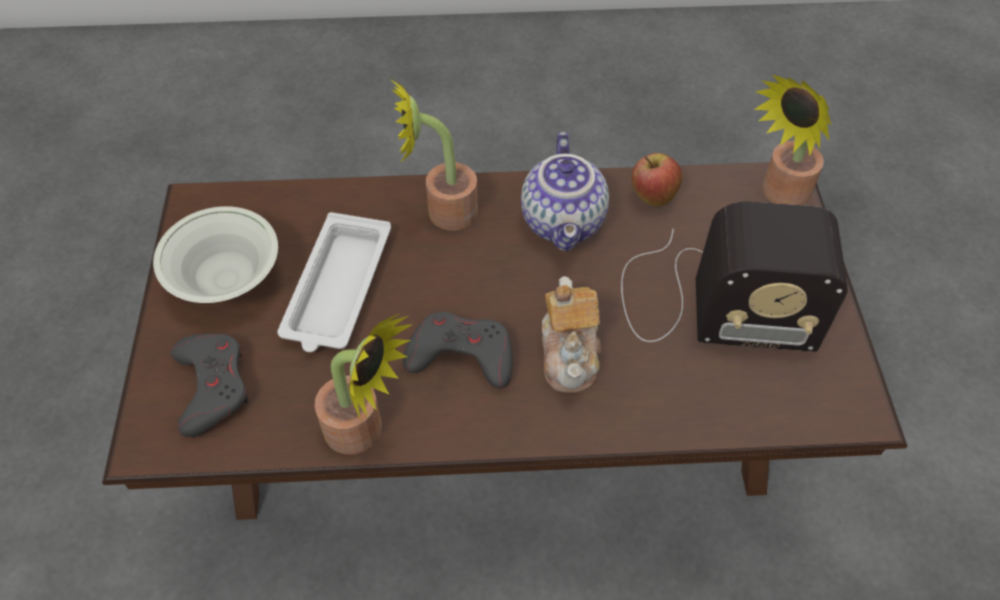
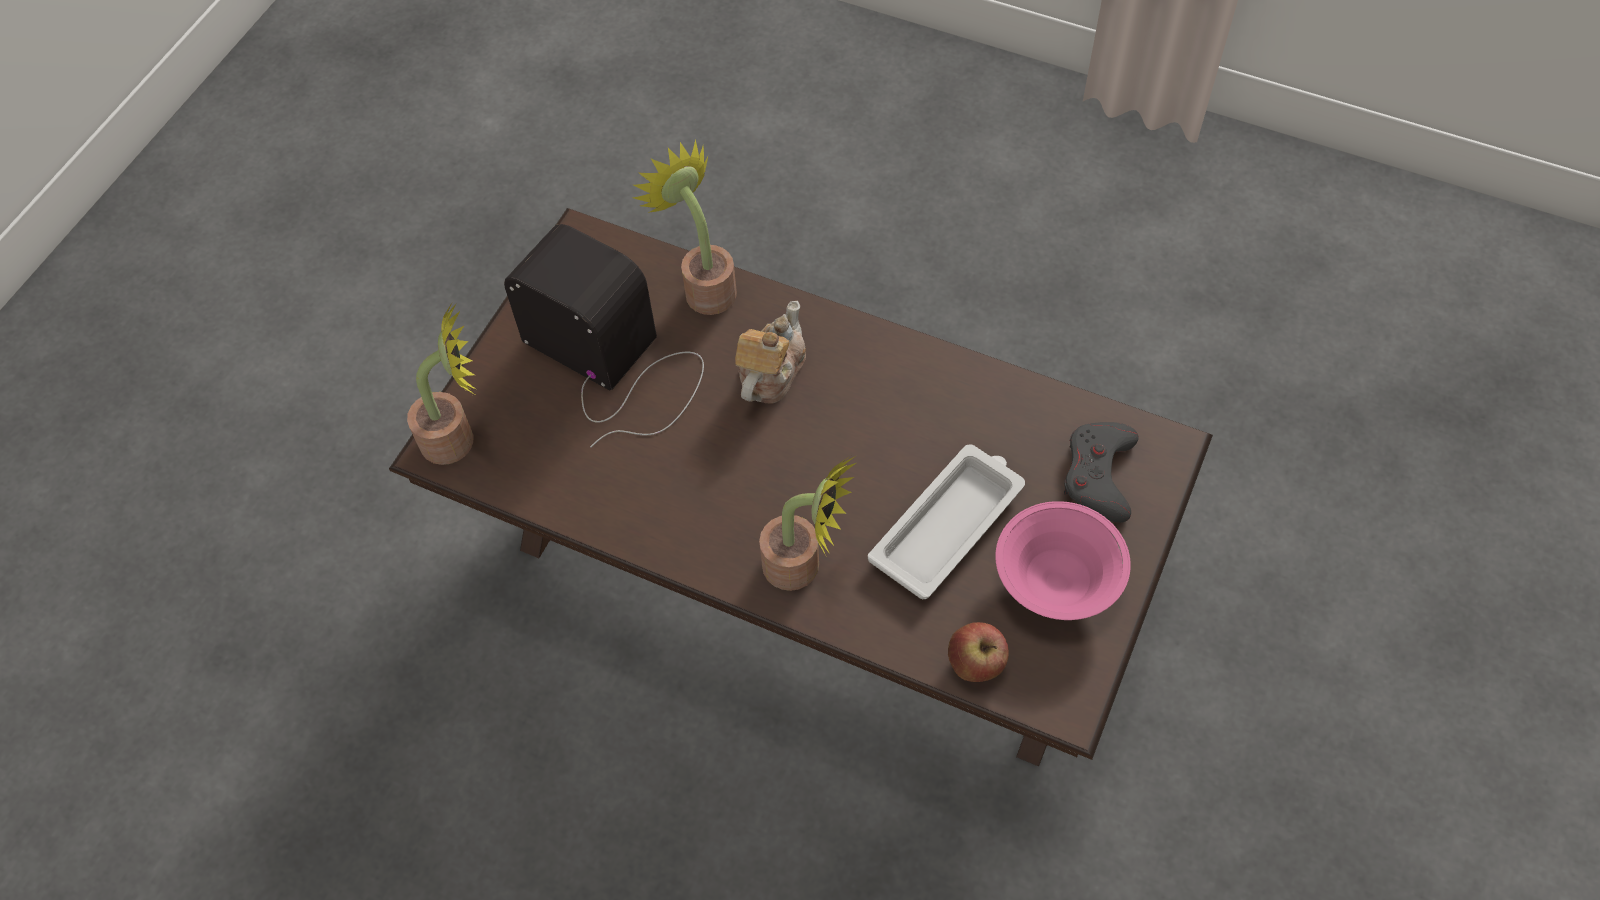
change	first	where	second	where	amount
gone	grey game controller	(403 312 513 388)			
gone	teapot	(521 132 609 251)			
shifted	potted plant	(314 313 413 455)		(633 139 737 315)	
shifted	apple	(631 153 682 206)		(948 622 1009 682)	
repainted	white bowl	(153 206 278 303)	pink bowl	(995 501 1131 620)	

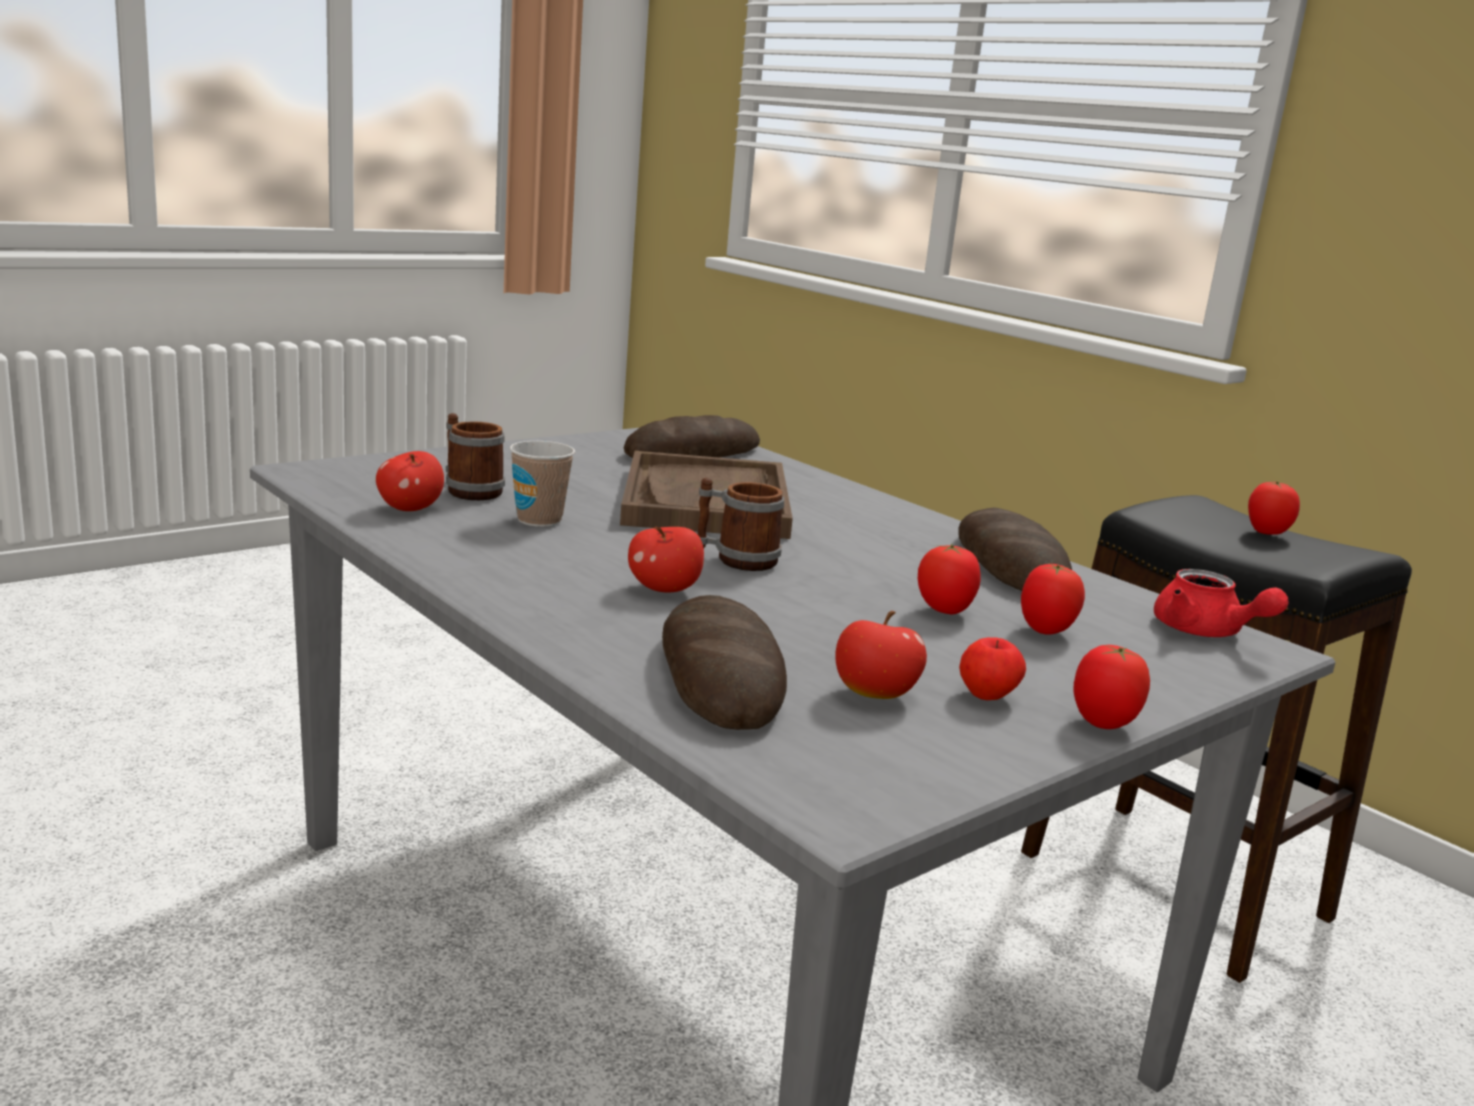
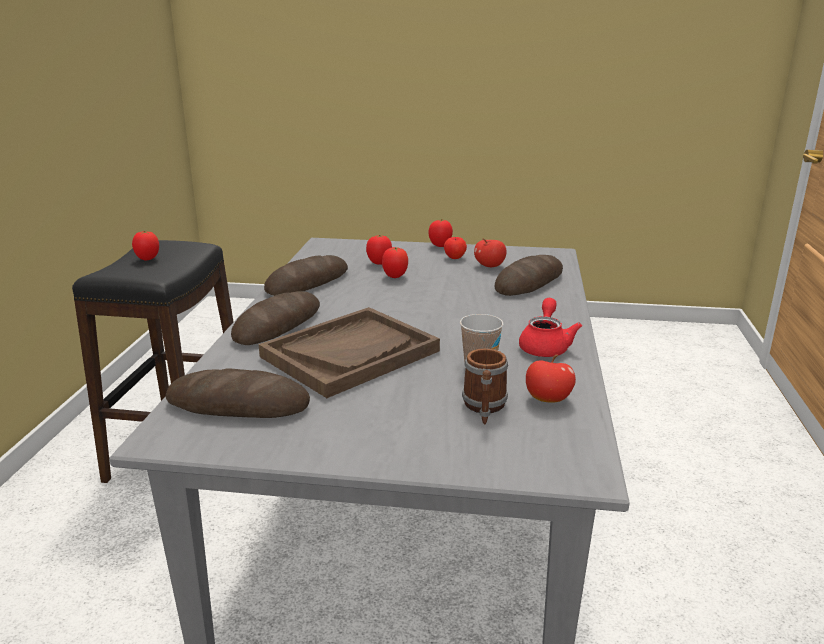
change	first	where	second	where	amount
gone	apple	(628 527 704 592)			
gone	mug	(698 478 784 571)			
new			bread	(231 291 320 345)	
shifted	red teapot	(1154 569 1289 637)		(519 298 582 357)	

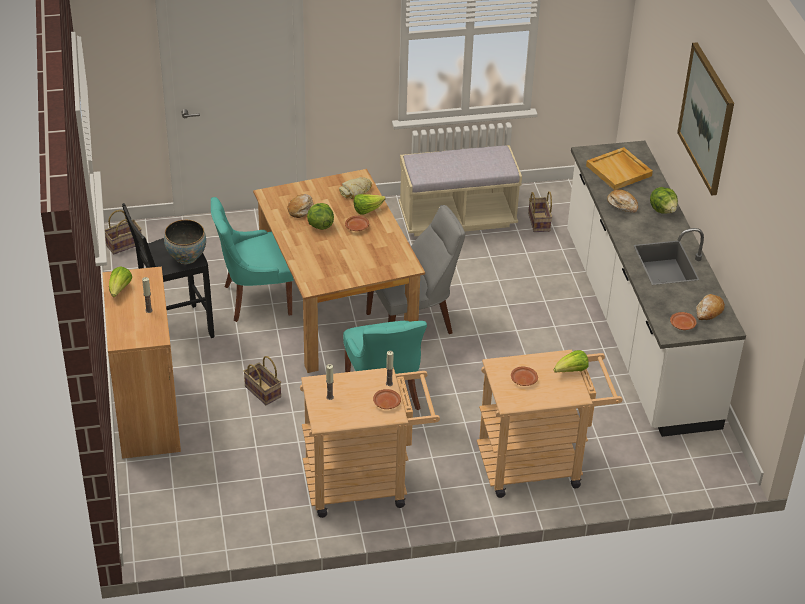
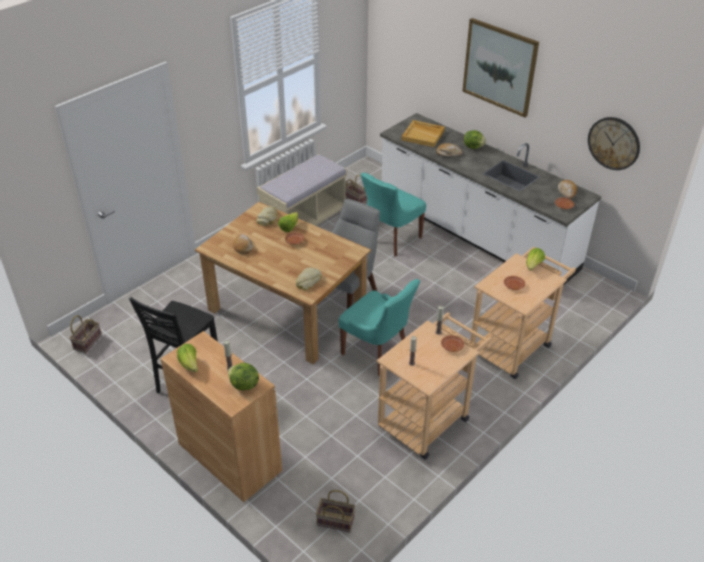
change	first	where	second	where	amount
gone	bowl	(164 220 206 264)			
new			bread	(296 267 322 291)	
new			wall clock	(588 117 640 170)	
shifted	turquoise chair	(211 197 294 322)		(360 173 426 256)	
shifted	basket	(243 356 281 405)		(316 490 355 532)	
shifted	lettuce	(307 203 334 230)		(228 363 259 390)	

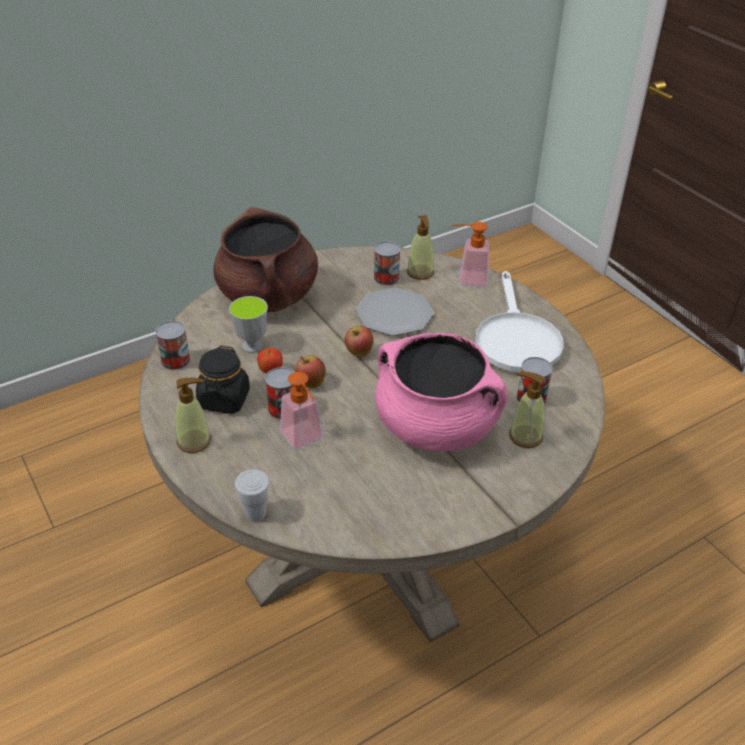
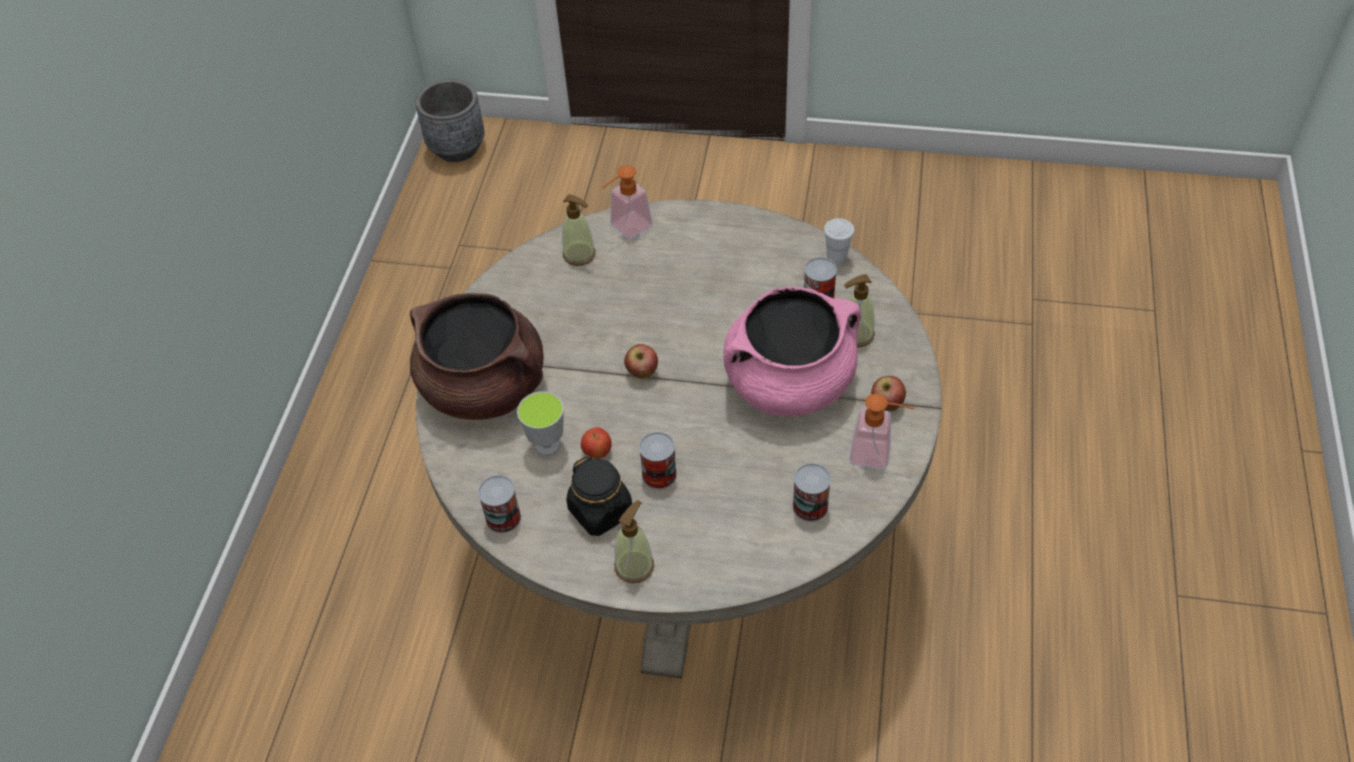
change	first	where	second	where	amount
gone	plate	(355 288 434 336)			
gone	white frying pan	(475 271 563 373)			
new			grey planter	(415 79 484 162)	
shifted	white cup	(235 469 270 521)		(824 218 855 266)	
shifted	soap dispenser	(280 372 323 449)		(849 394 915 469)	
shifted	apple	(295 355 326 388)		(871 376 906 412)	
shifted	can	(374 241 400 286)		(793 463 831 522)	

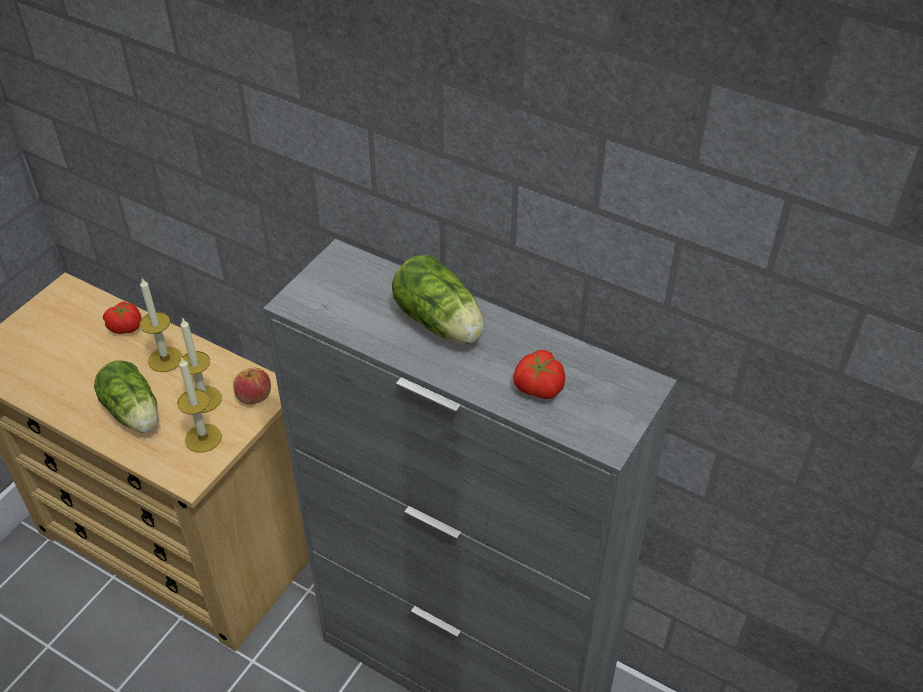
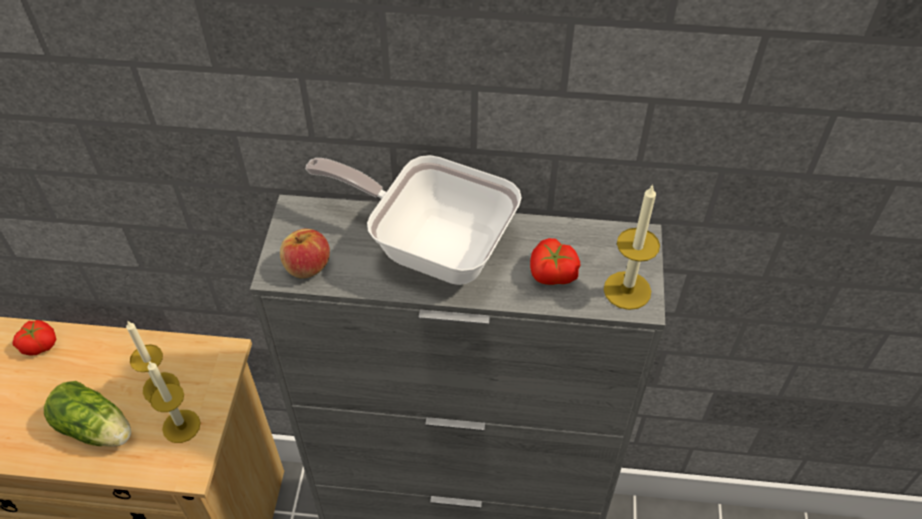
change	first	where	second	where	amount
shifted	candle	(140 278 183 372)		(604 184 660 310)	
shifted	apple	(233 368 271 404)		(280 229 330 279)	
swapped	lettuce	(392 255 484 343)	frying pan	(305 155 522 285)	

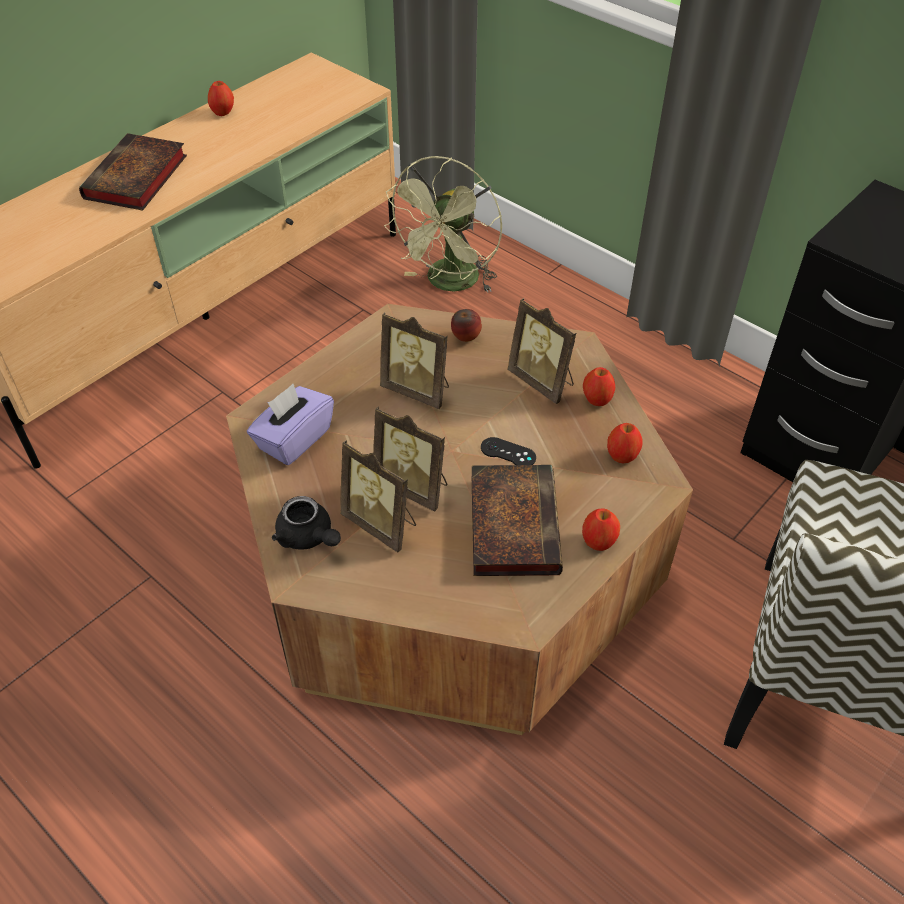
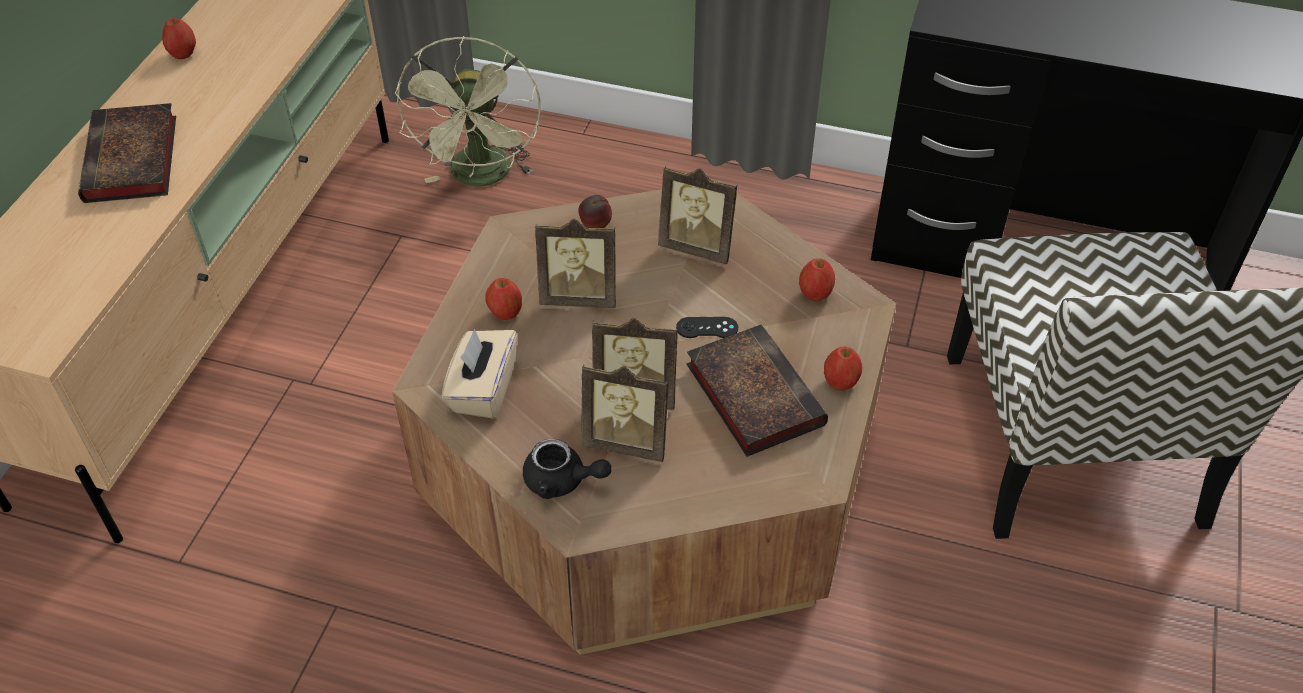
change	first	where	second	where	amount
shifted	apple	(583 367 615 406)		(485 278 522 320)	
repainted	purple tissue box	(247 384 334 465)	beige tissue box	(442 329 517 419)	

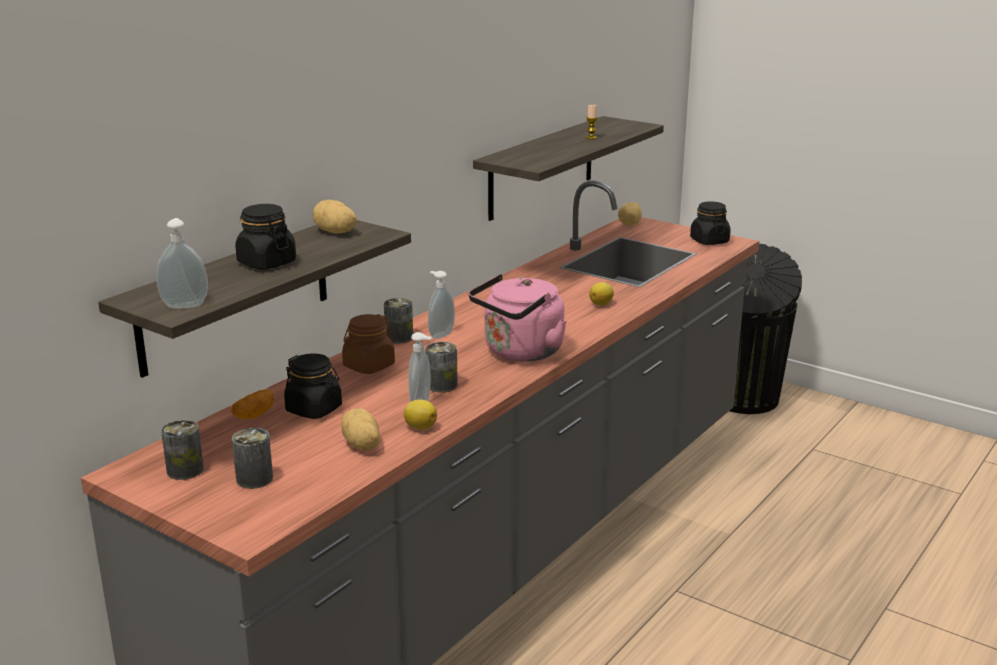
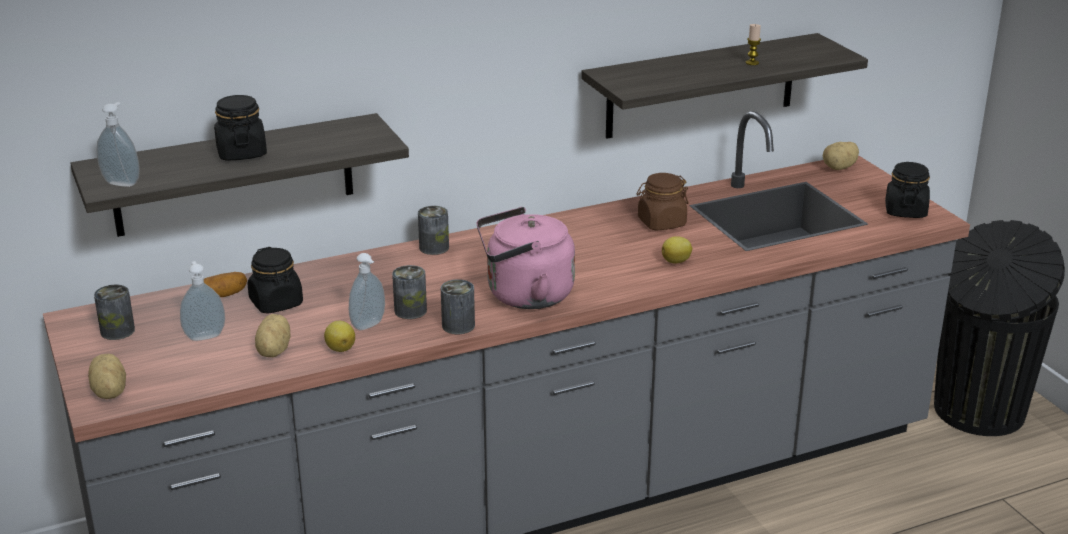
change	first	where	second	where	amount
shifted	can	(232 428 273 489)		(441 279 475 334)	
shifted	potato	(313 200 357 234)		(88 354 126 399)	
shifted	brown jar	(342 314 395 374)		(637 173 689 231)	
shifted	soap dispenser	(428 271 455 339)		(180 261 225 341)	

